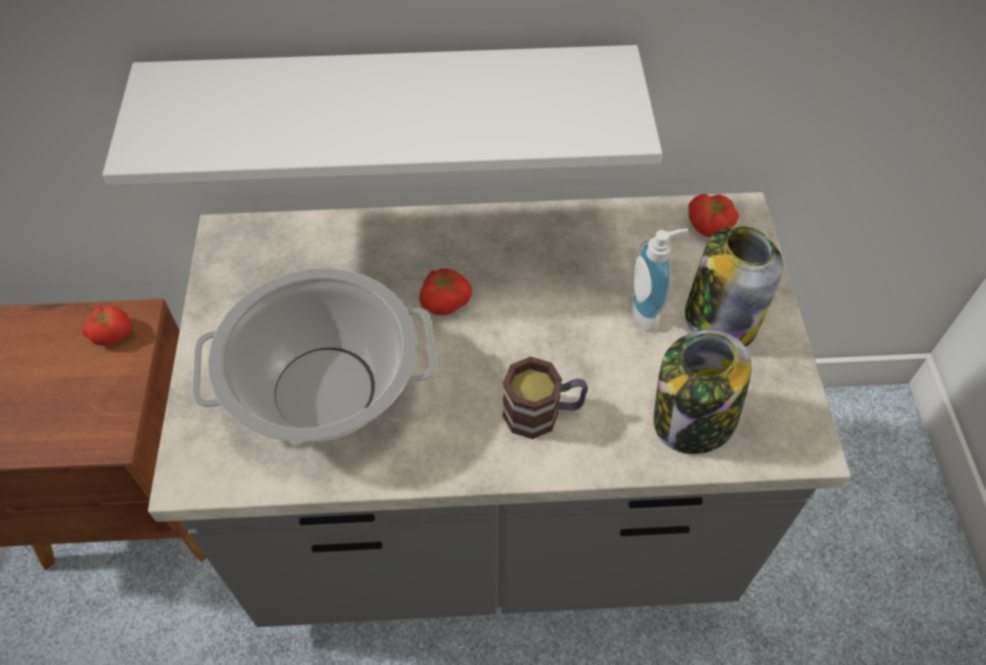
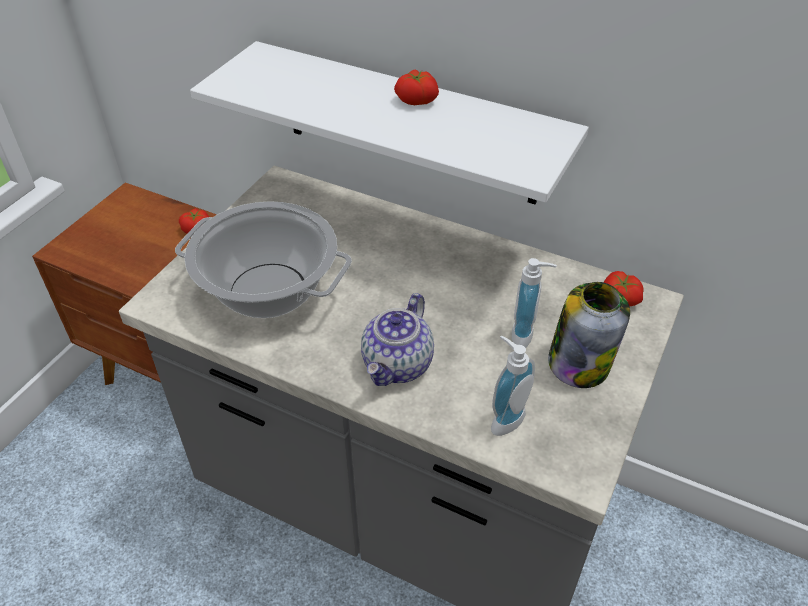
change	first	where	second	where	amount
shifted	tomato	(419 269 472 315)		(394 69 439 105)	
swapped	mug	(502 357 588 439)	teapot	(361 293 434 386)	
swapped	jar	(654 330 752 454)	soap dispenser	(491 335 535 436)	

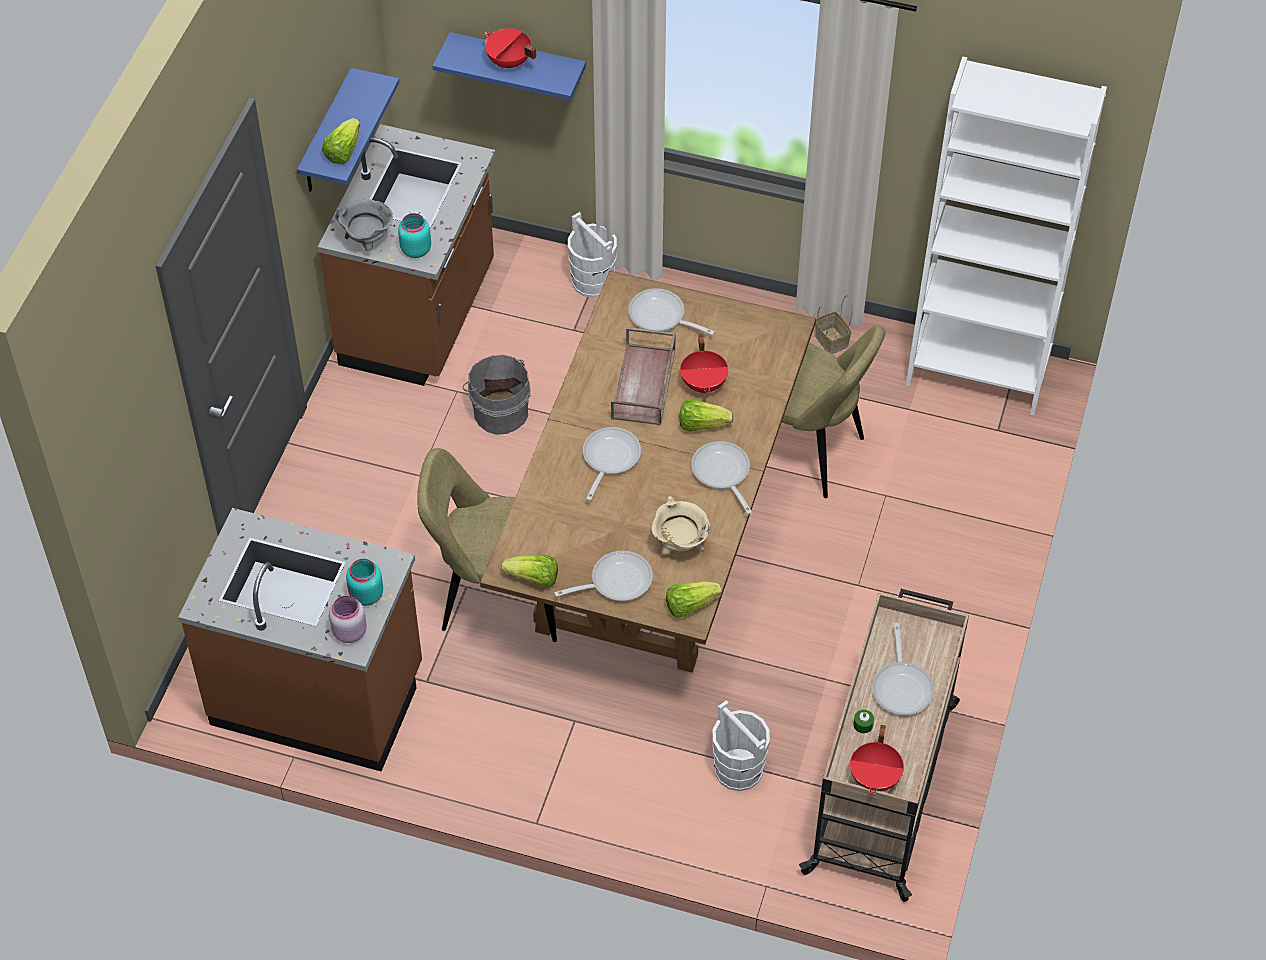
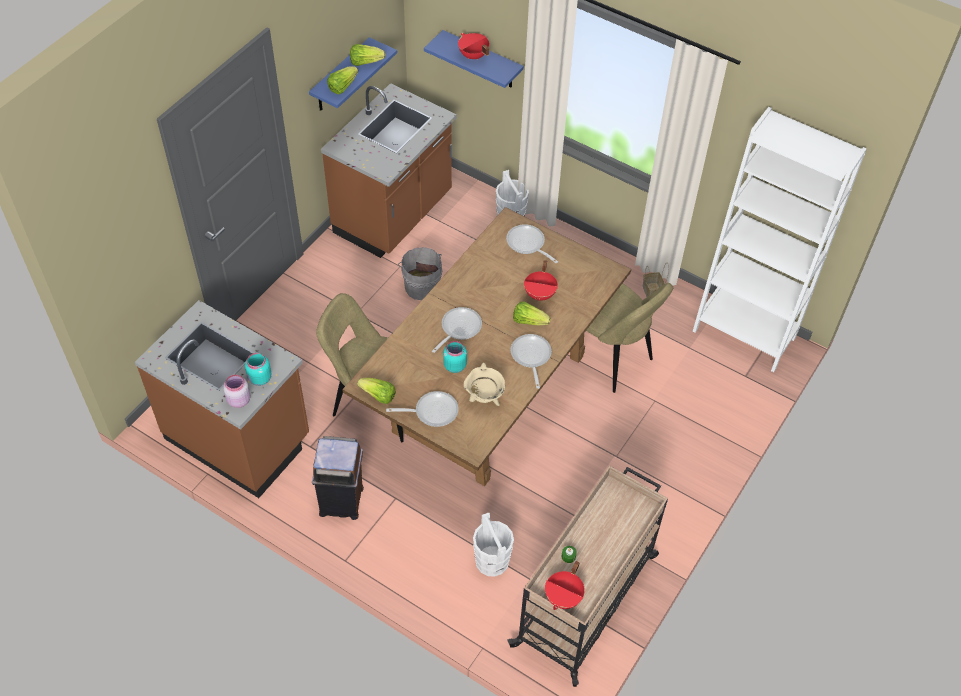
change	first	where	second	where	amount
gone	grey cooking pot	(335 199 393 252)			
gone	brown tray	(611 327 676 426)			
gone	frying pan	(872 623 934 715)			
new			brown trash can	(312 436 364 520)	
shifted	turquoise jar	(398 213 431 258)		(443 341 467 373)	
shifted	lettuce	(666 581 722 618)		(350 44 386 66)	

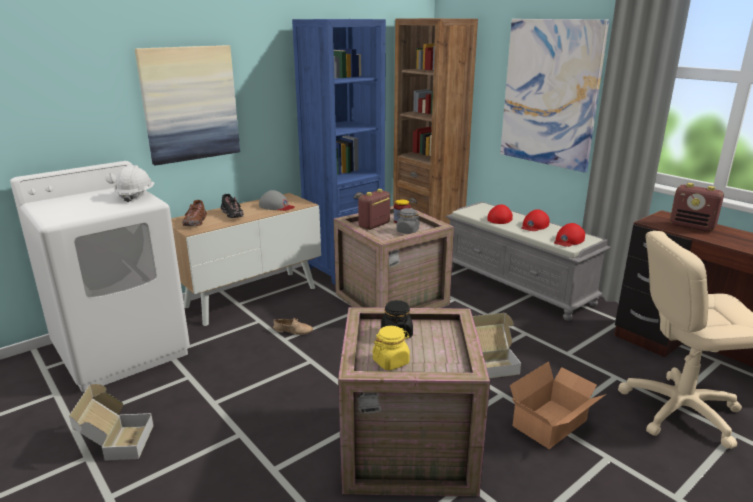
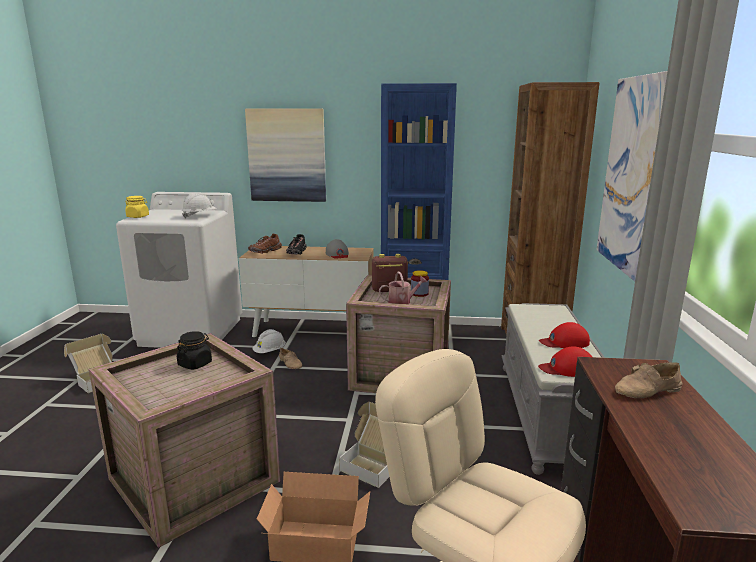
change	first	where	second	where	amount
gone	red cap	(487 204 513 224)			
new			white hard hat	(252 329 286 353)	
shifted	yellow jar	(373 326 410 371)		(125 196 149 218)	
swapped	grey jar	(396 208 420 234)	watering can	(379 272 427 304)	
swapped	radio	(670 183 724 231)	beige shoe	(615 362 683 398)	

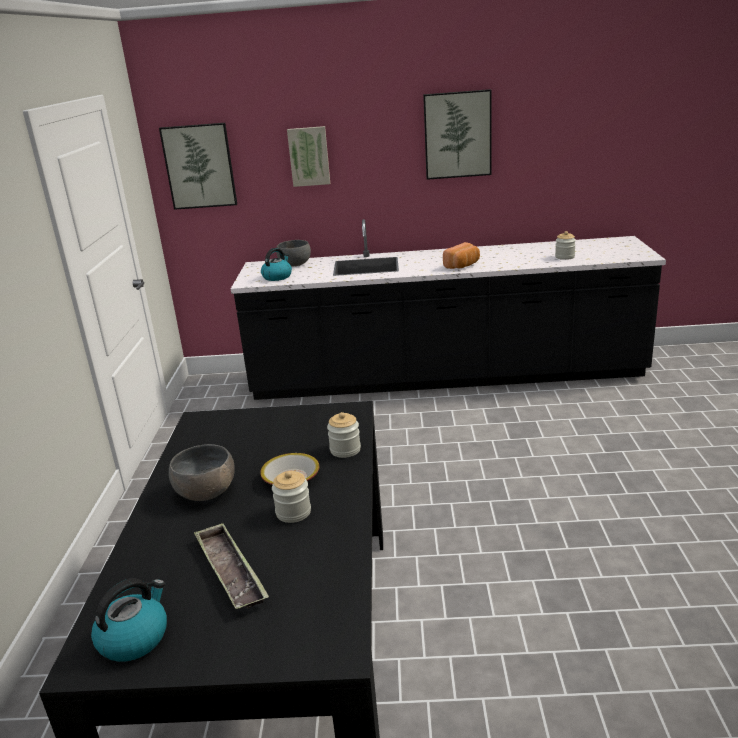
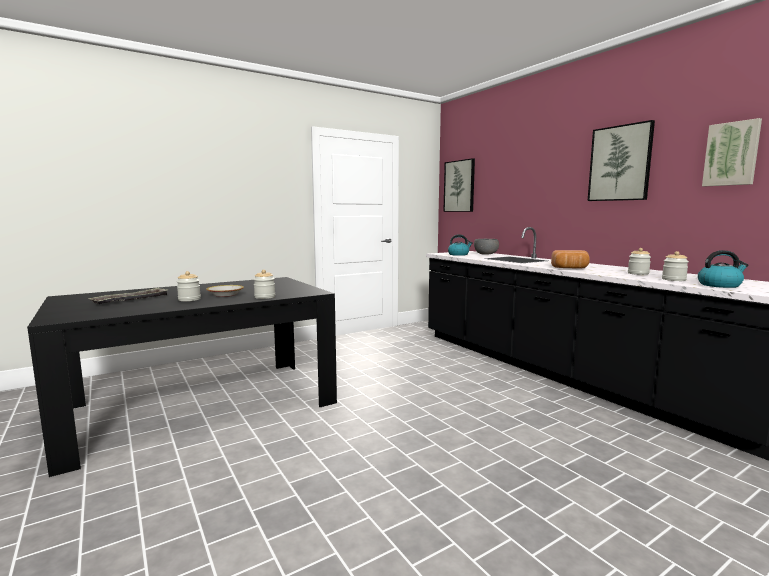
change	first	where	second	where	amount
gone	grey bowl	(169 444 235 501)			
new			jar	(628 248 651 275)	
shifted	kettle	(91 579 167 662)		(698 250 748 288)	
shifted	picture	(287 126 330 187)		(702 118 762 187)	

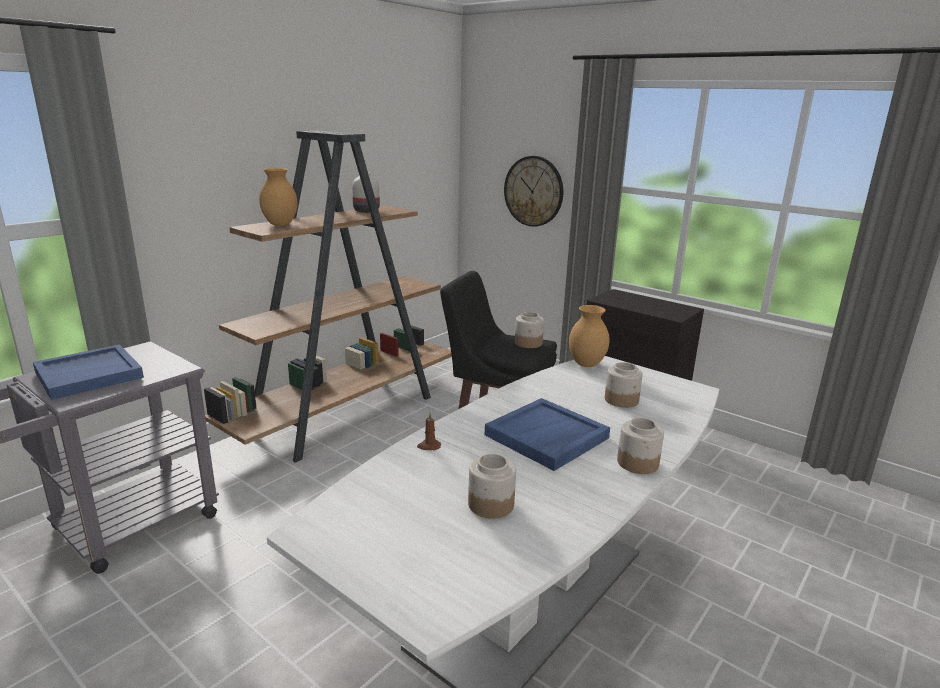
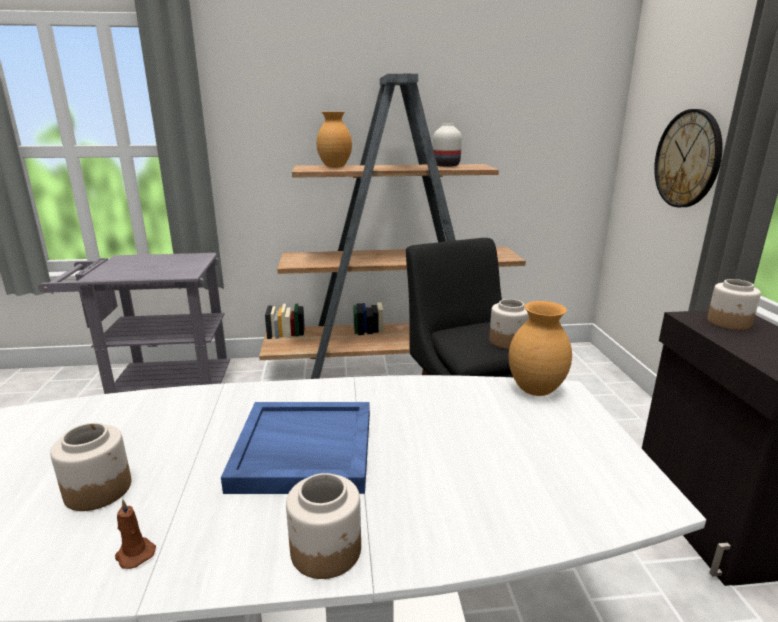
change	first	where	second	where	amount
gone	blue tray	(33 344 144 400)			
shifted	brown candle	(417 413 441 450)		(115 499 156 569)	
shifted	jar	(605 362 643 408)		(707 279 761 330)	

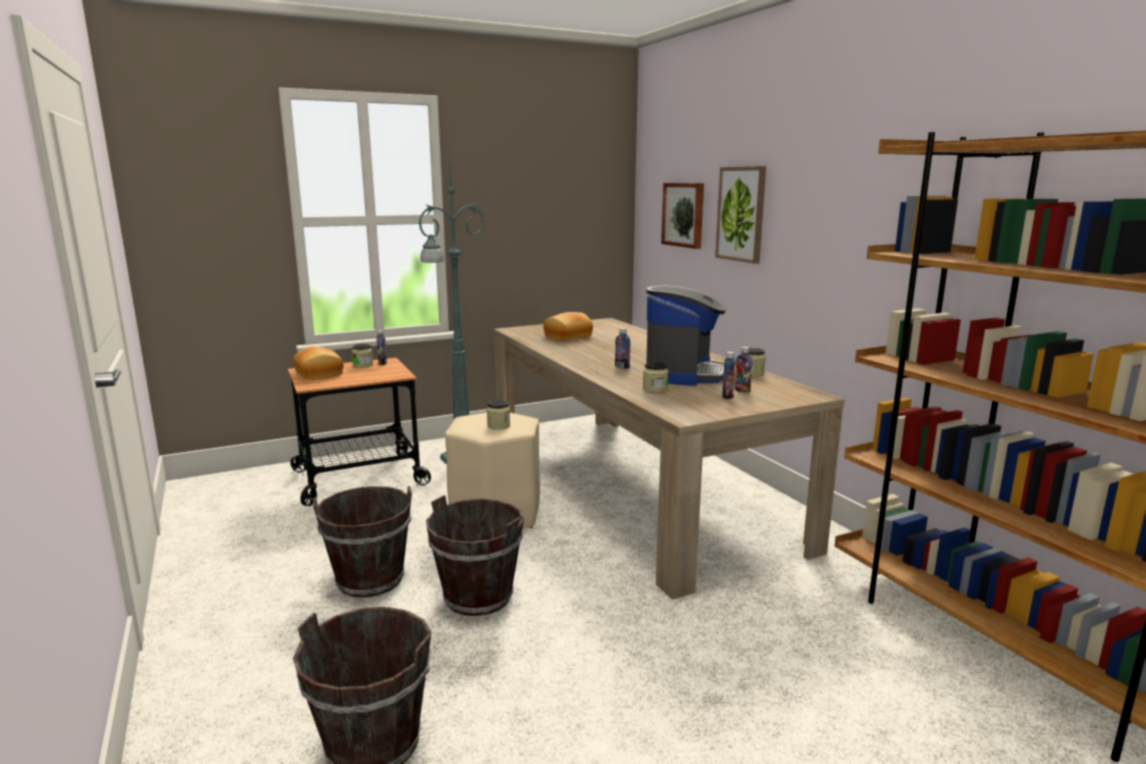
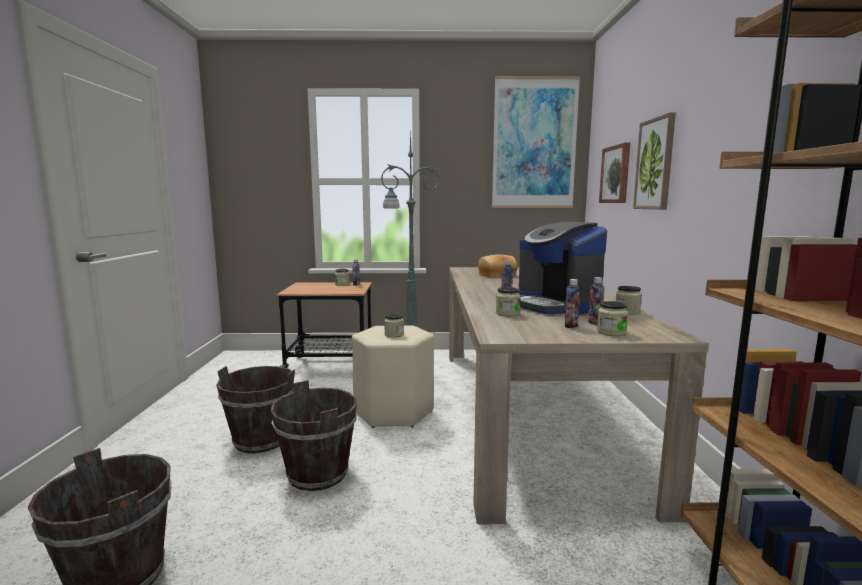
change	first	where	second	where	amount
gone	bread	(293 346 343 379)			
new			picture	(492 76 580 208)	
new			jar	(597 301 628 336)	
rotated	coffee machine	(645 286 727 386)		(519 222 607 315)	105 degrees clockwise

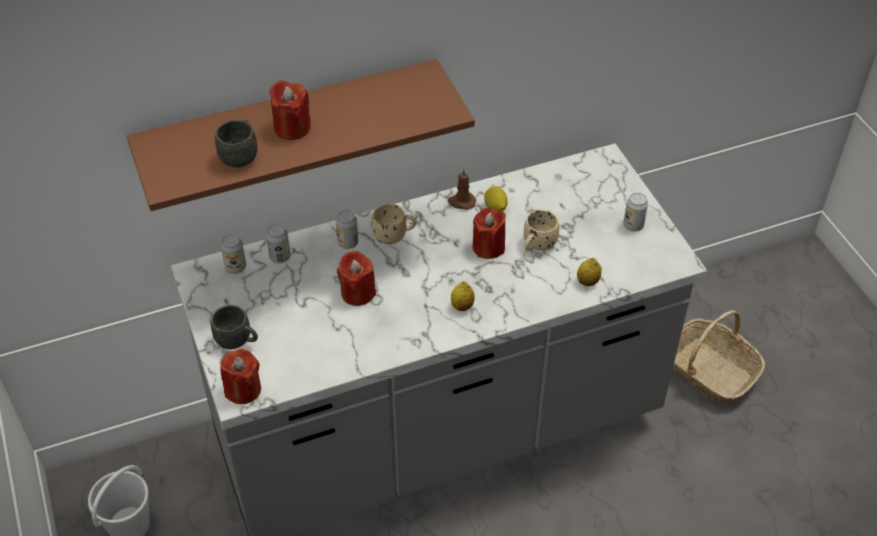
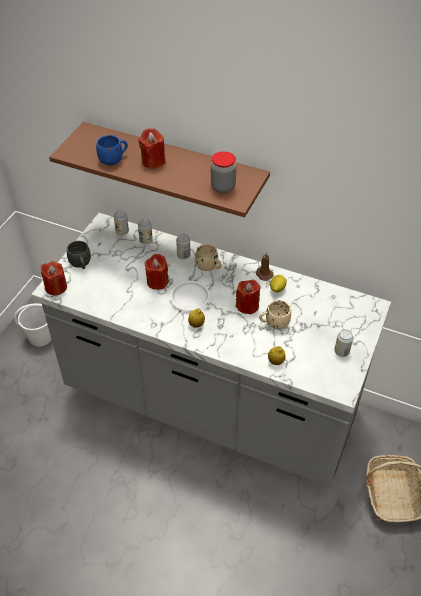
change	first	where	second	where	amount
new			white plate	(170 281 210 310)	
new			jar	(211 151 236 193)	
repainted	grey mug	(215 120 258 168)	blue mug	(96 135 128 165)	

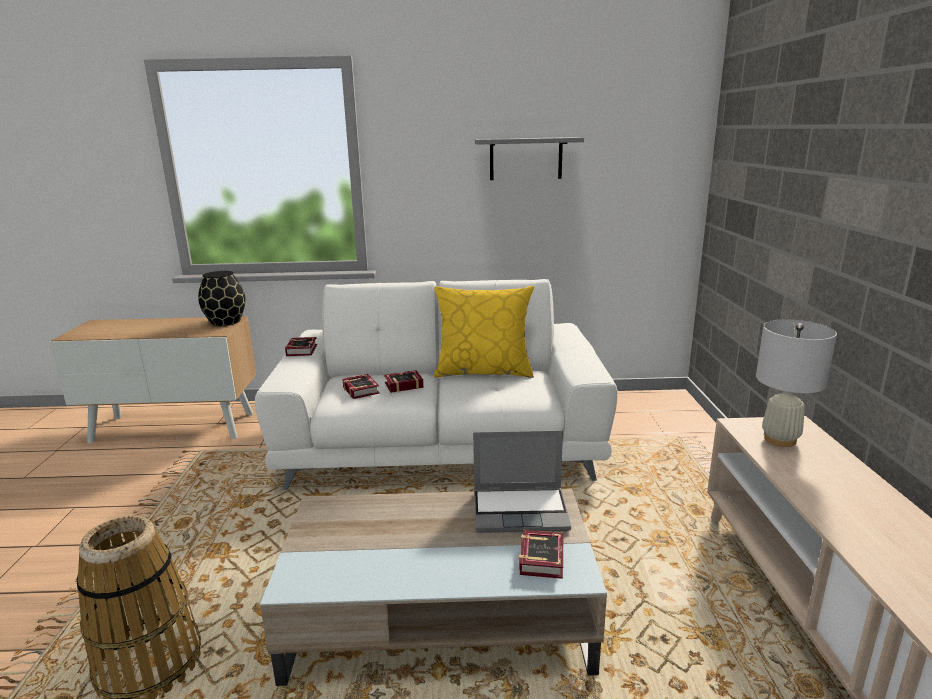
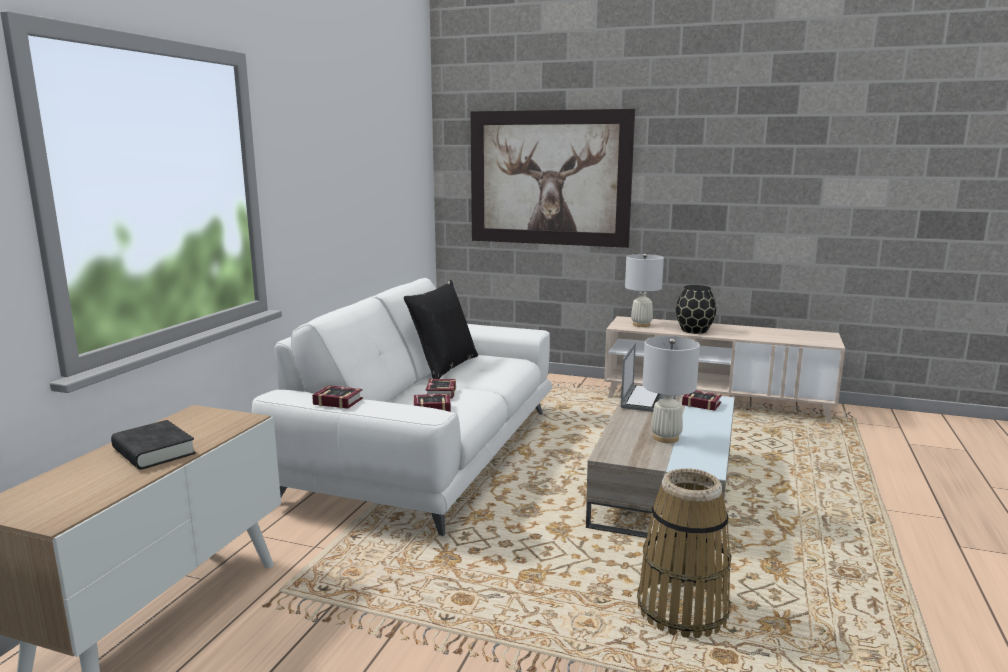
change	first	where	second	where	amount
gone	grey shelf	(475 137 584 180)			
new			black book	(111 420 196 470)	
new			picture	(470 109 635 248)	
new			white table lamp	(643 336 700 443)	
shifted	black vase	(198 271 245 326)		(676 285 716 334)	
repainted	yellow pillow	(434 286 534 378)	black pillow	(404 280 478 379)	

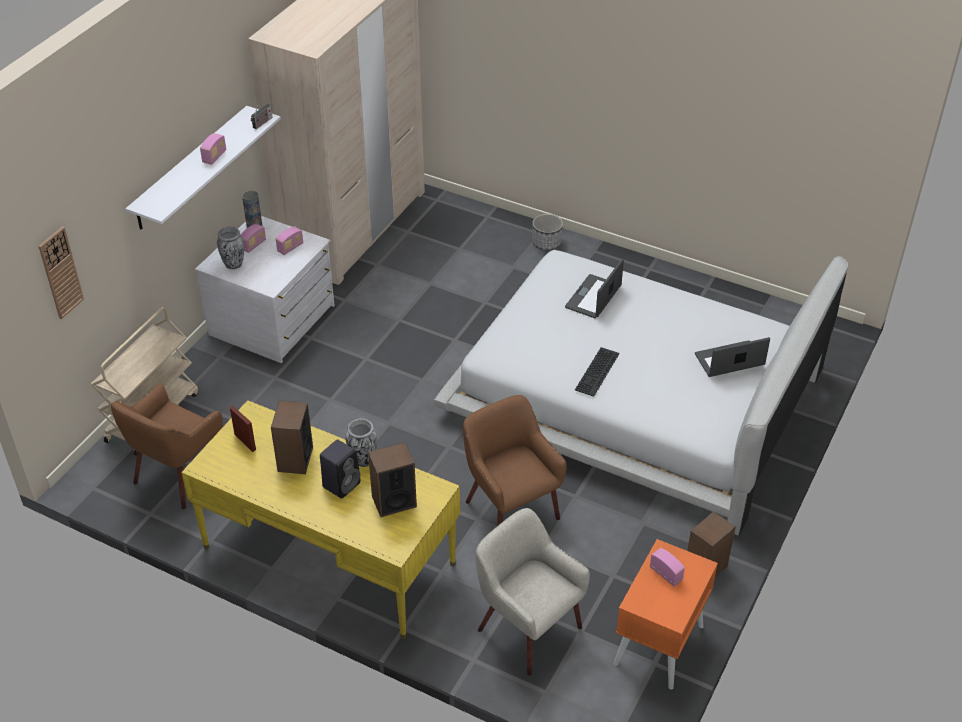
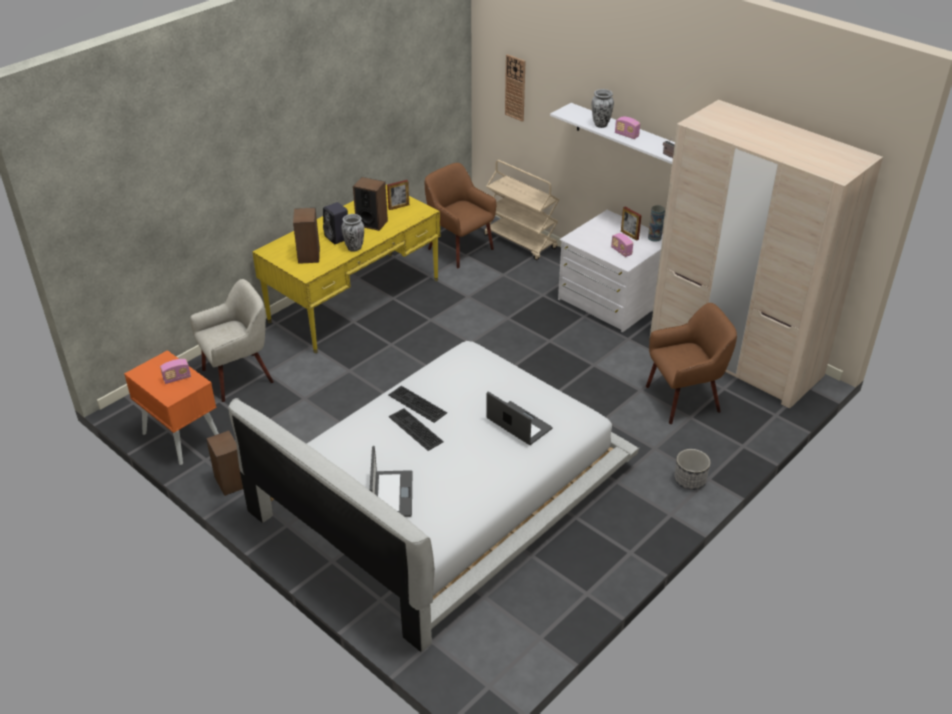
change	first	where	second	where	amount
new			keyboard	(389 408 444 451)	
shifted	vase	(217 227 244 269)		(592 89 614 128)	
shifted	brown armchair	(463 395 567 526)		(646 303 737 424)	
swapped	radio	(241 223 266 253)	picture frame	(621 207 642 241)	

